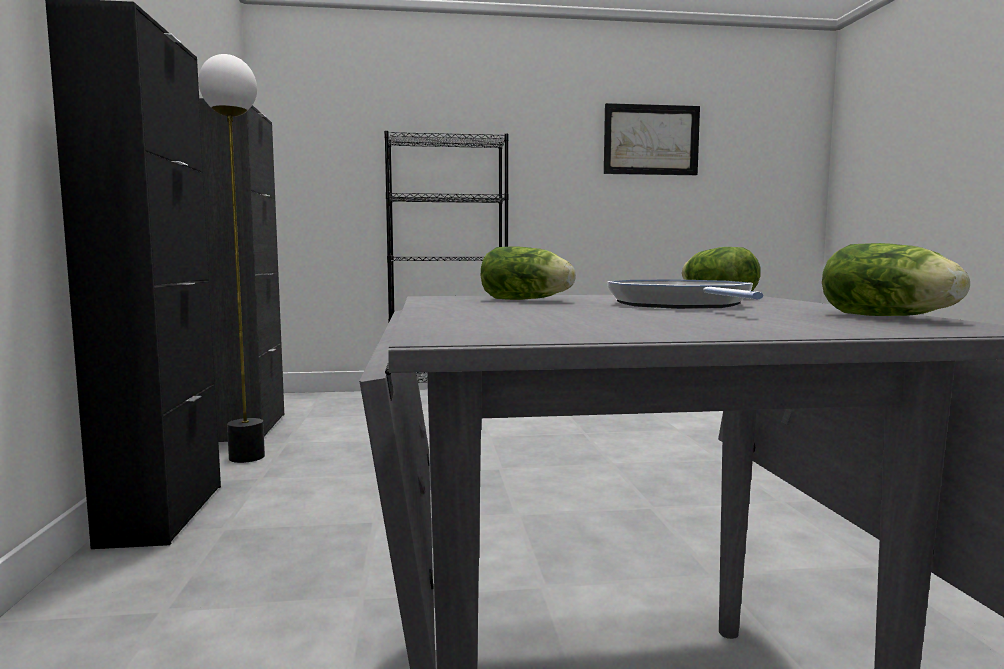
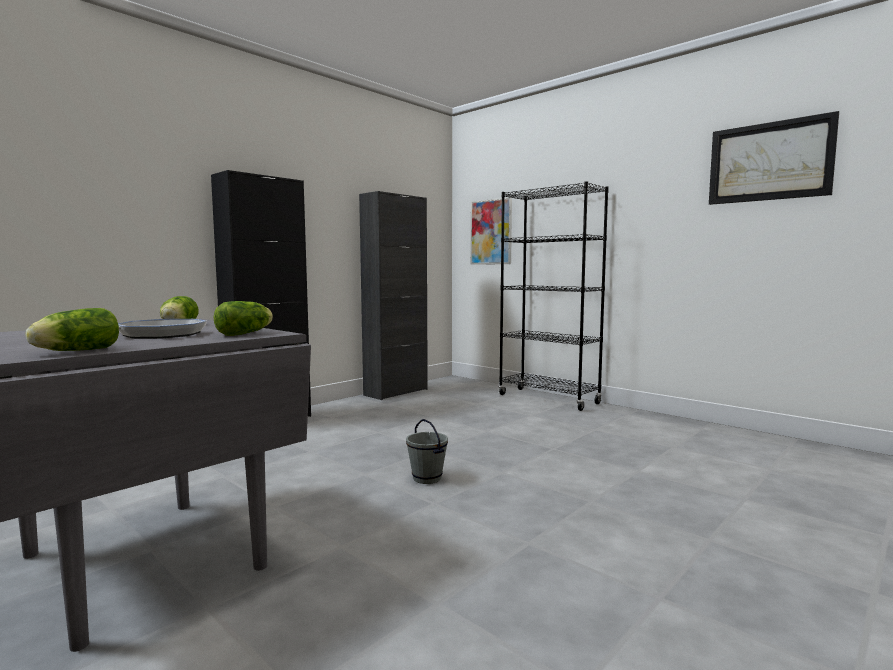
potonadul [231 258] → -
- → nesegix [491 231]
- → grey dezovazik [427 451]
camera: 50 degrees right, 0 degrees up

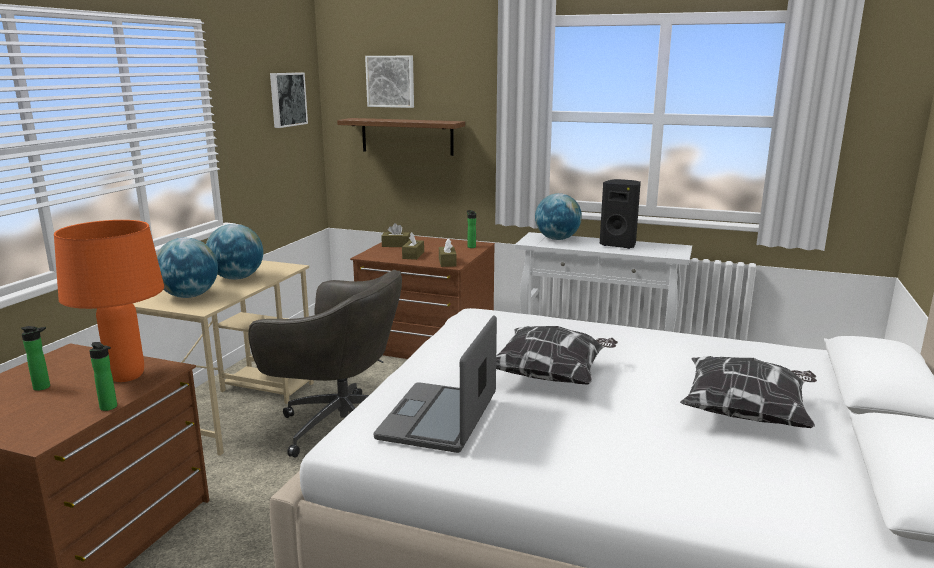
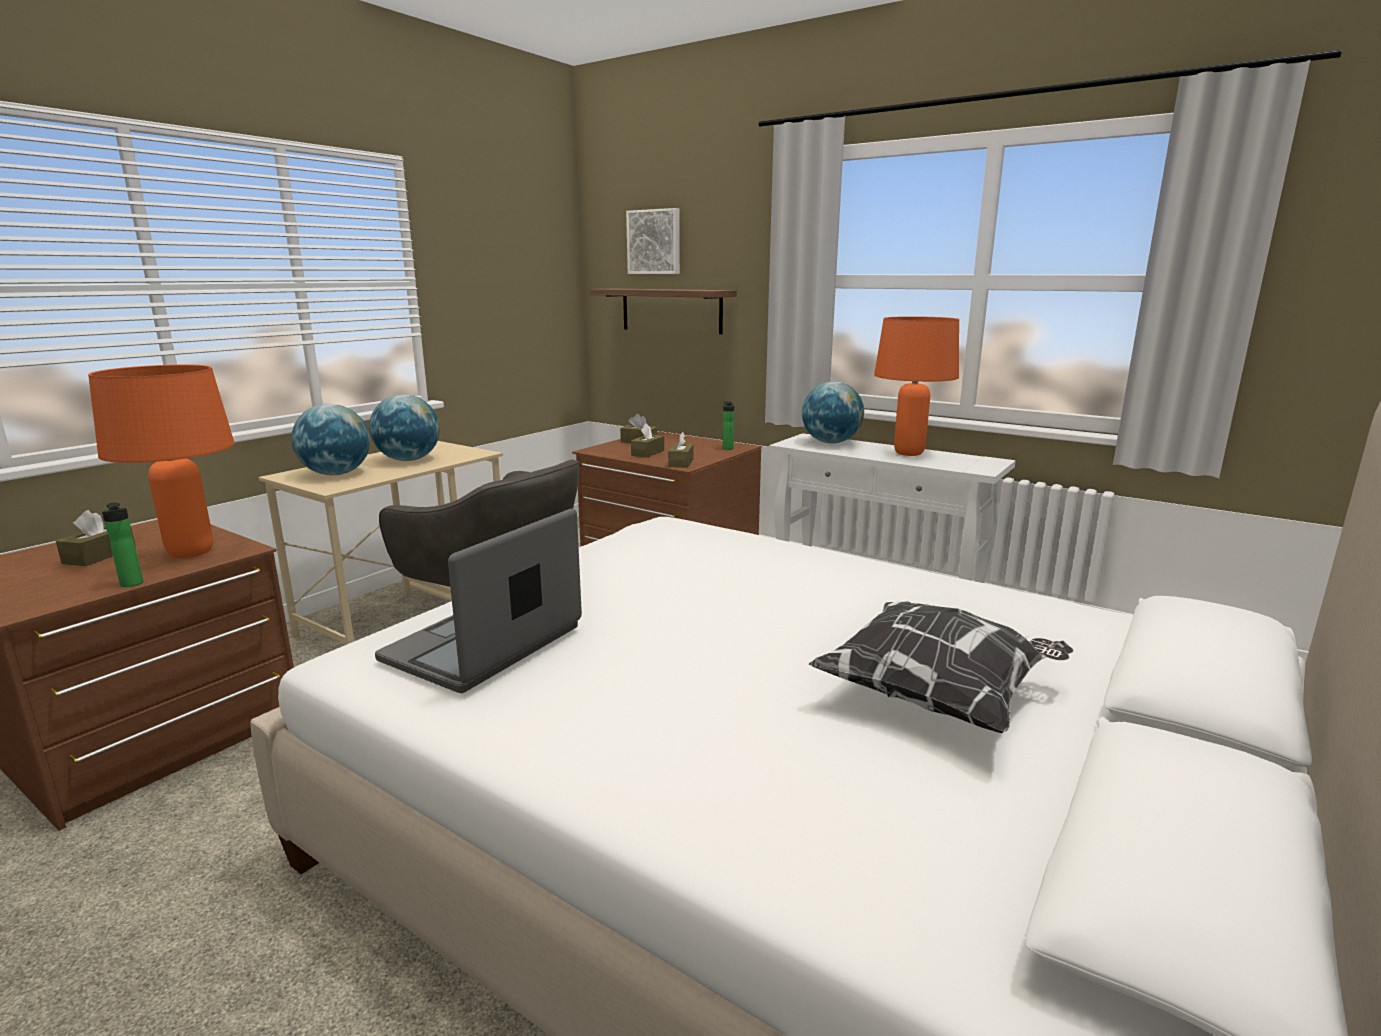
nesegix [289 100] → -
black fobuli [620 214] → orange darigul [916 386]
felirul [35 358] → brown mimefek [96 538]
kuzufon [557 355] → -
camera: 15 degrees right, 0 degrees up

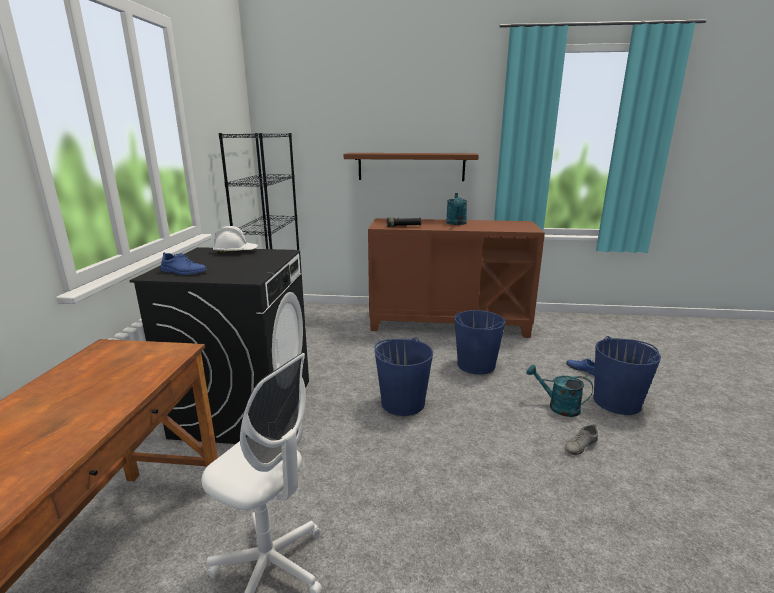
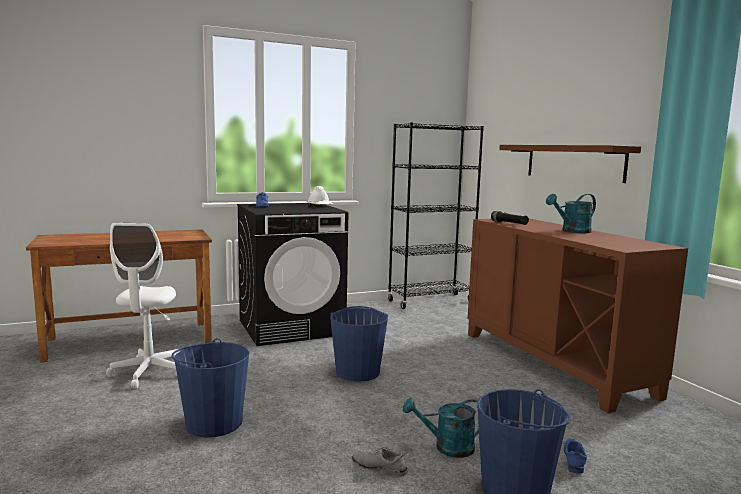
blue dezovazik [480 342] → blue dezovazik [210 387], shifted
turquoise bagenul [559 391] → turquoise bagenul [441 428], 90 degrees counterclockwise
camera: 60 degrees right, 10 degrees down

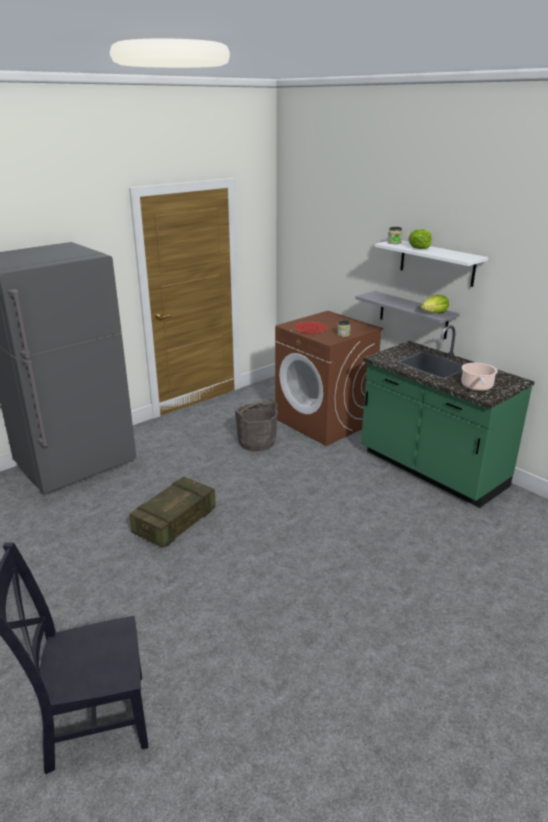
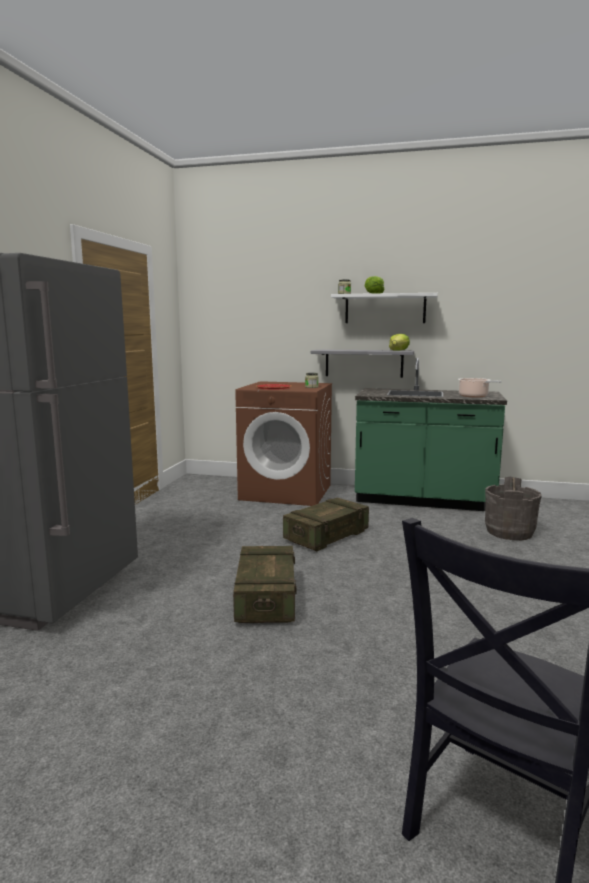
grey dezovazik [256 425] → grey dezovazik [513 508], shifted
- → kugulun [326 524]
camera: 35 degrees left, 15 degrees down

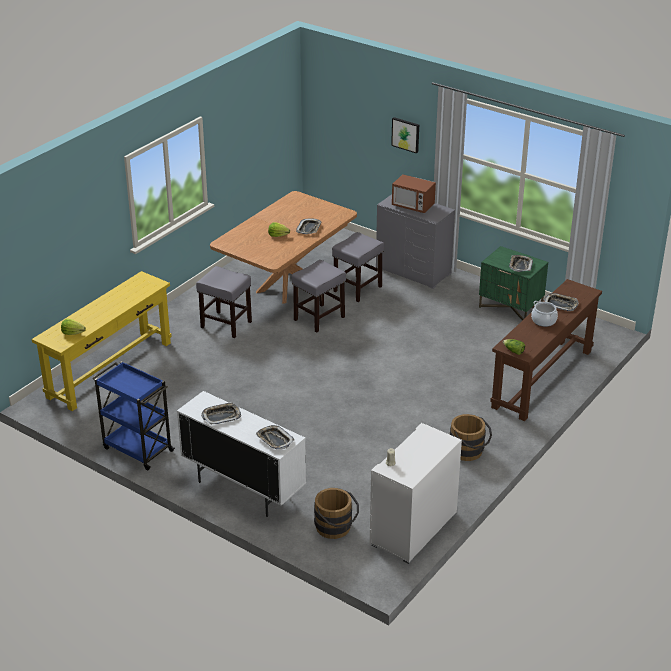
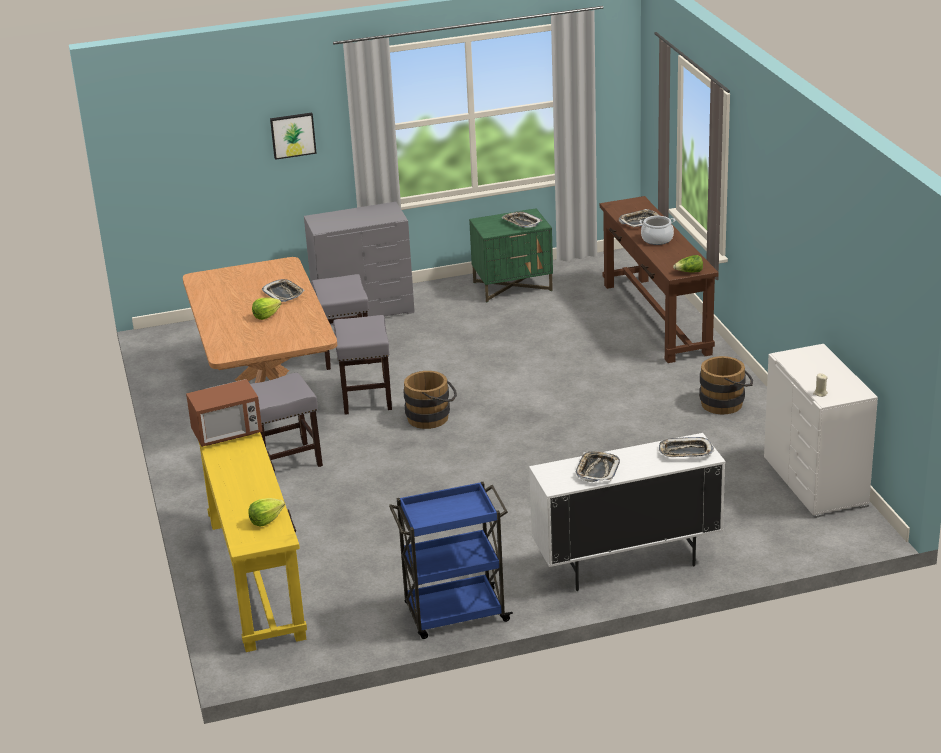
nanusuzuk [414 193] → nanusuzuk [224 413], shifted
brown dezovazik [336 513] → brown dezovazik [430 400], shifted
camera: 50 degrees left, 5 degrees down

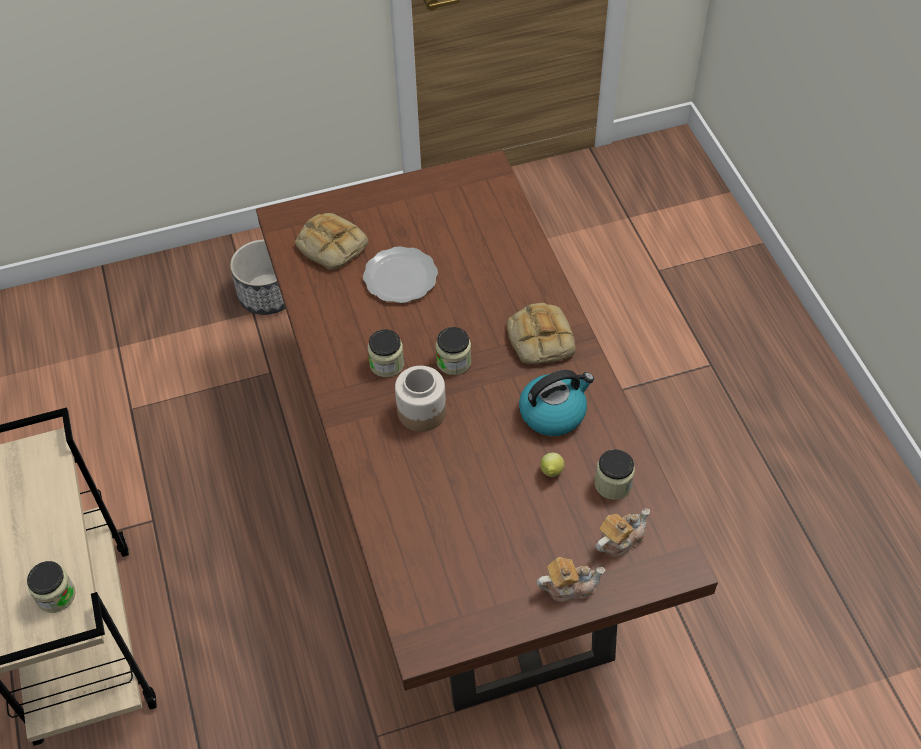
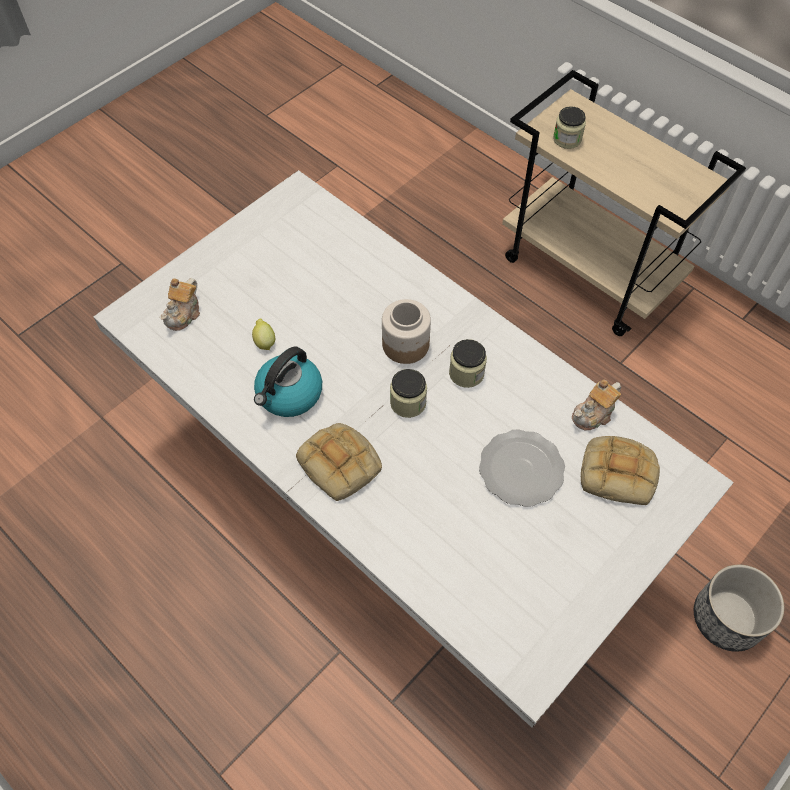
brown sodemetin [487 430] → white sodemetin [414 449]
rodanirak [615 474] → -
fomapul [571 579] → fomapul [596 405], shifted
camera: 150 degrees right, 5 degrees up

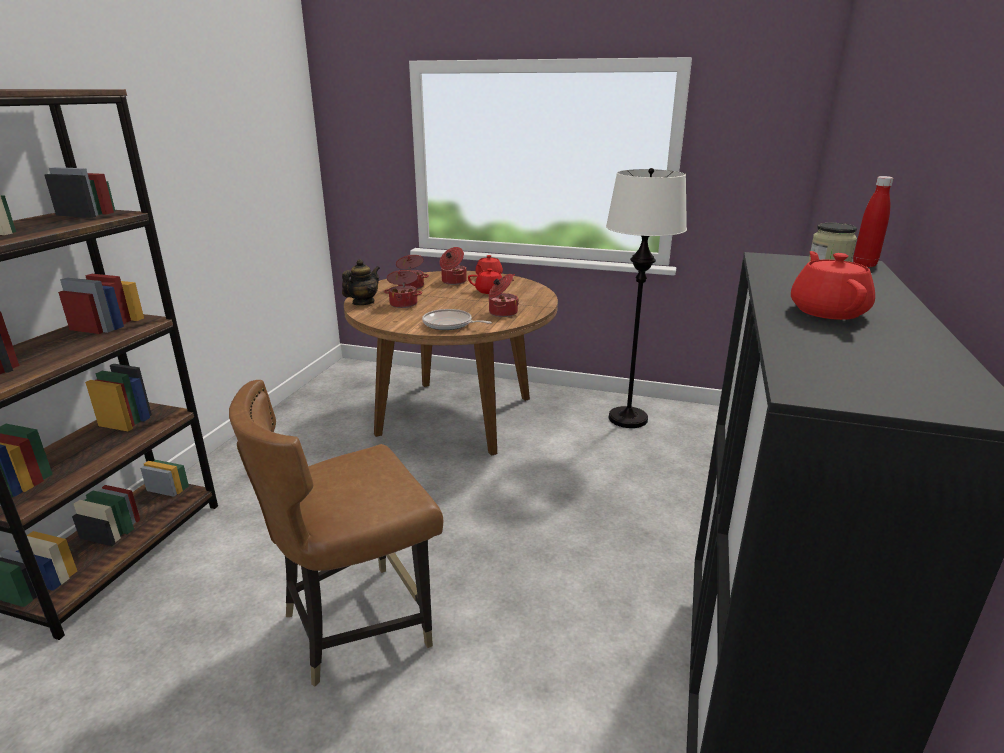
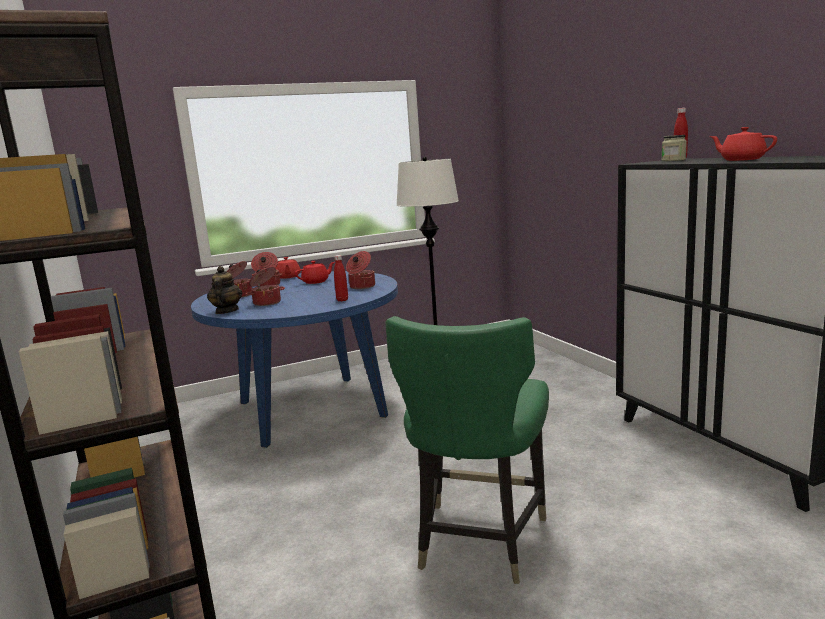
brown sodemetin [451 363] → blue sodemetin [294 359]
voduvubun [457 319] → red felirul [341 278]
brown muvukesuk [336 533] → green muvukesuk [467 450]
camera: 40 degrees left, 10 degrees down

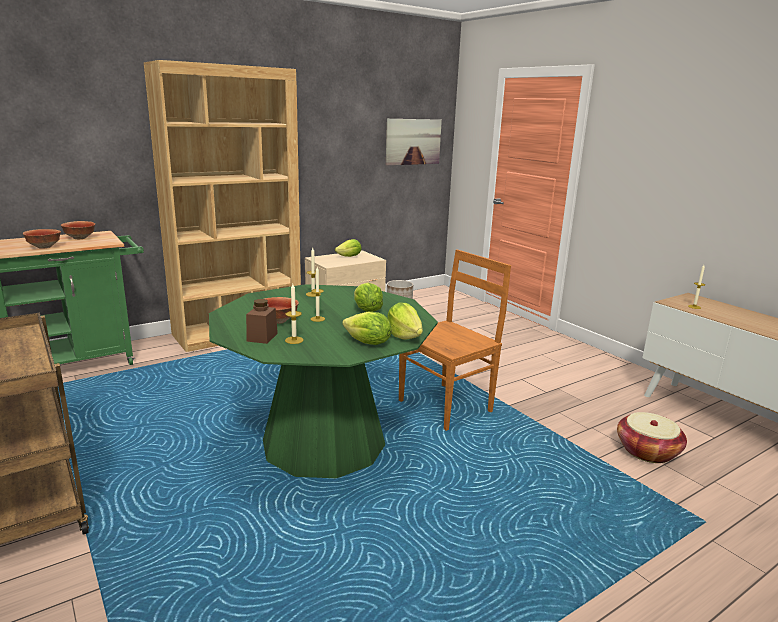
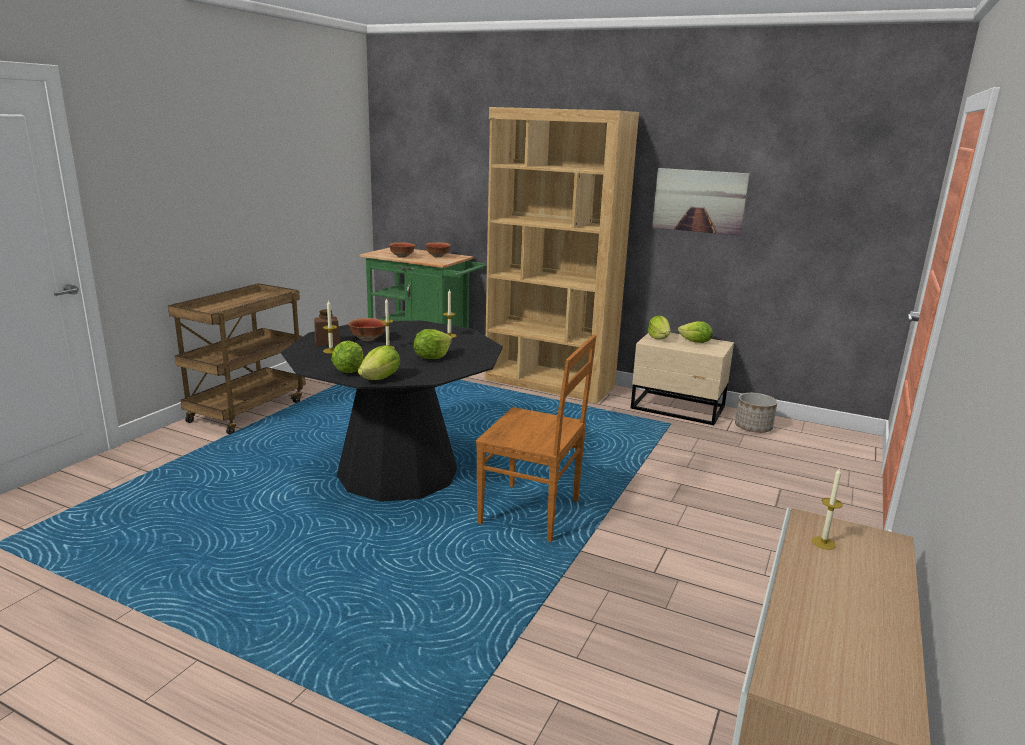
nesegix [414 142] → nesegix [700 202], shifted
green sodemetin [323 381] → black sodemetin [392 411]
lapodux [652 437] → -
- → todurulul [659 327]
camera: 60 degrees right, 0 degrees up

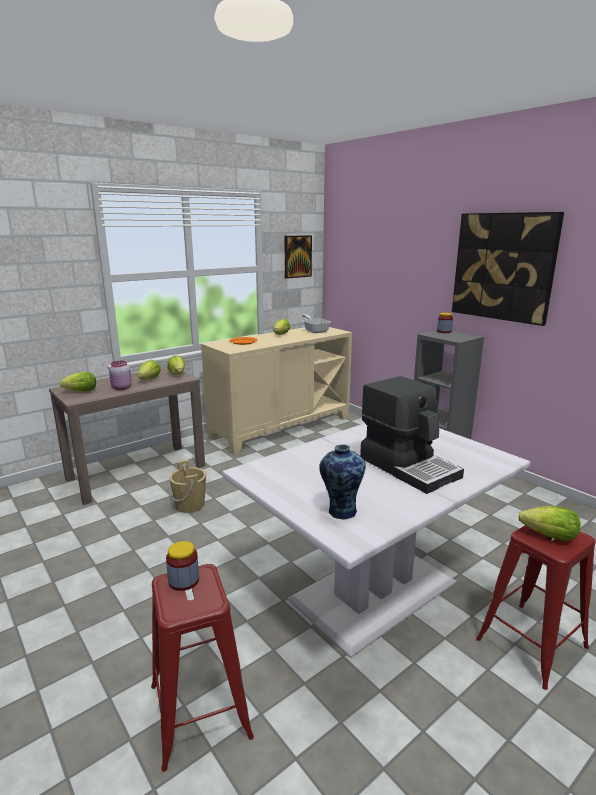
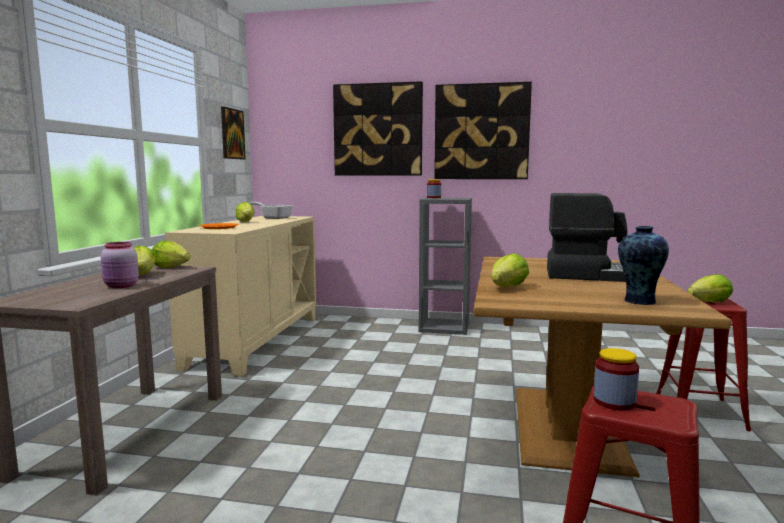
todurulul [78 381] → todurulul [510 270], shifted
white sodemetin [376 540] → brown sodemetin [602 367]
beige dezovazik [187 486] → -
- → nesegix [378 128]
camera: 40 degrees left, 10 degrees down

